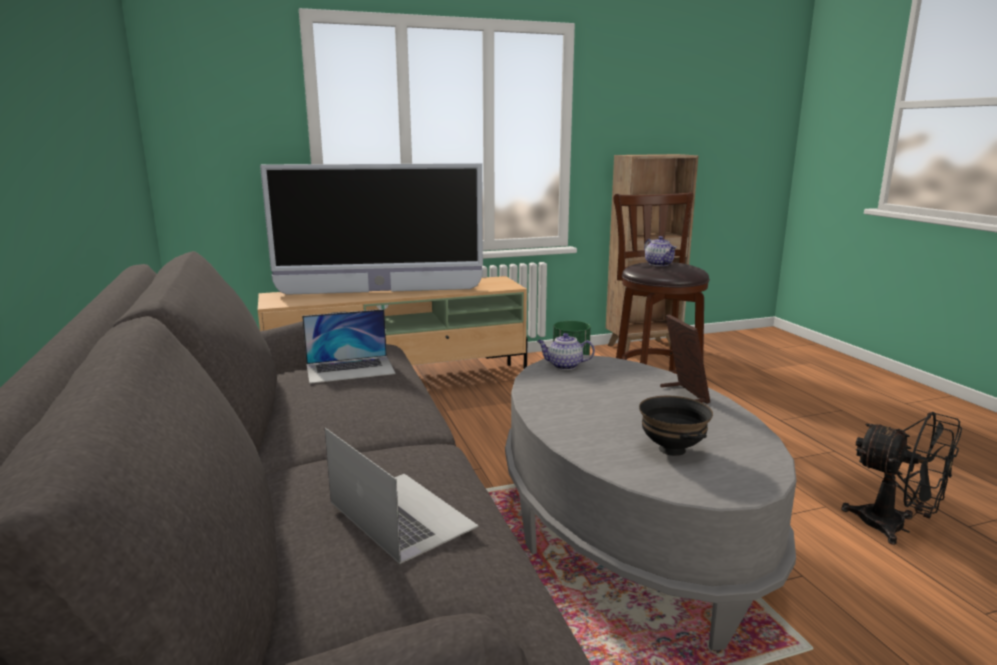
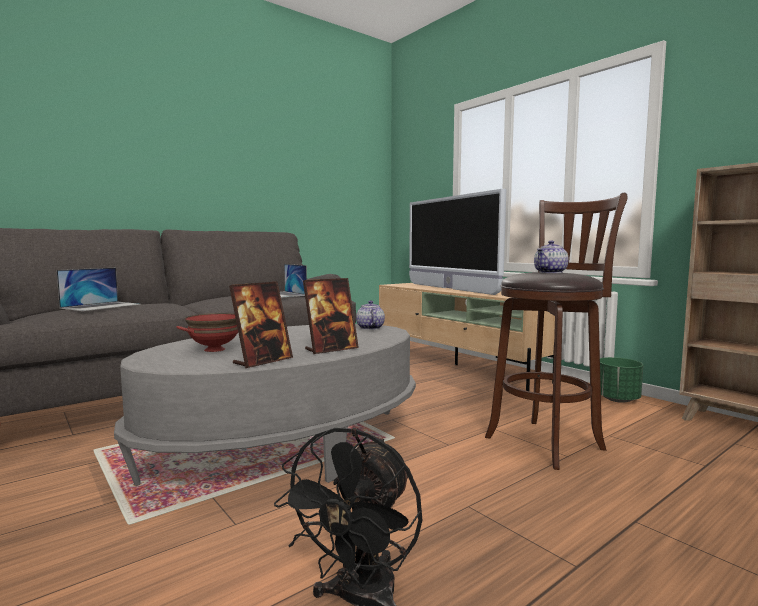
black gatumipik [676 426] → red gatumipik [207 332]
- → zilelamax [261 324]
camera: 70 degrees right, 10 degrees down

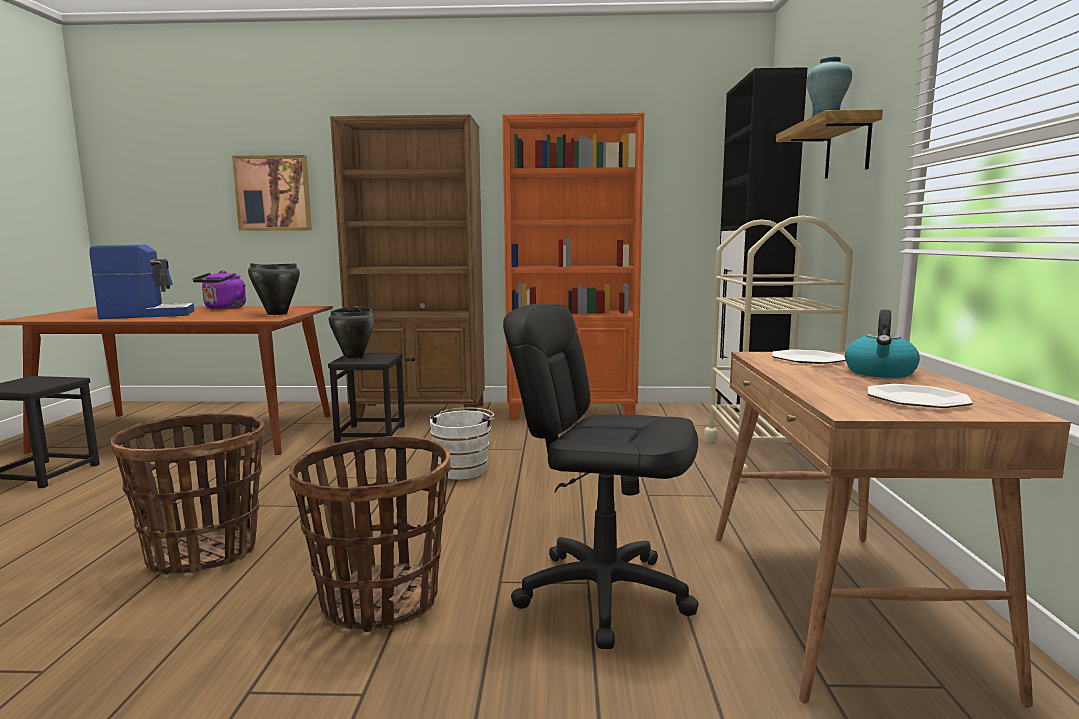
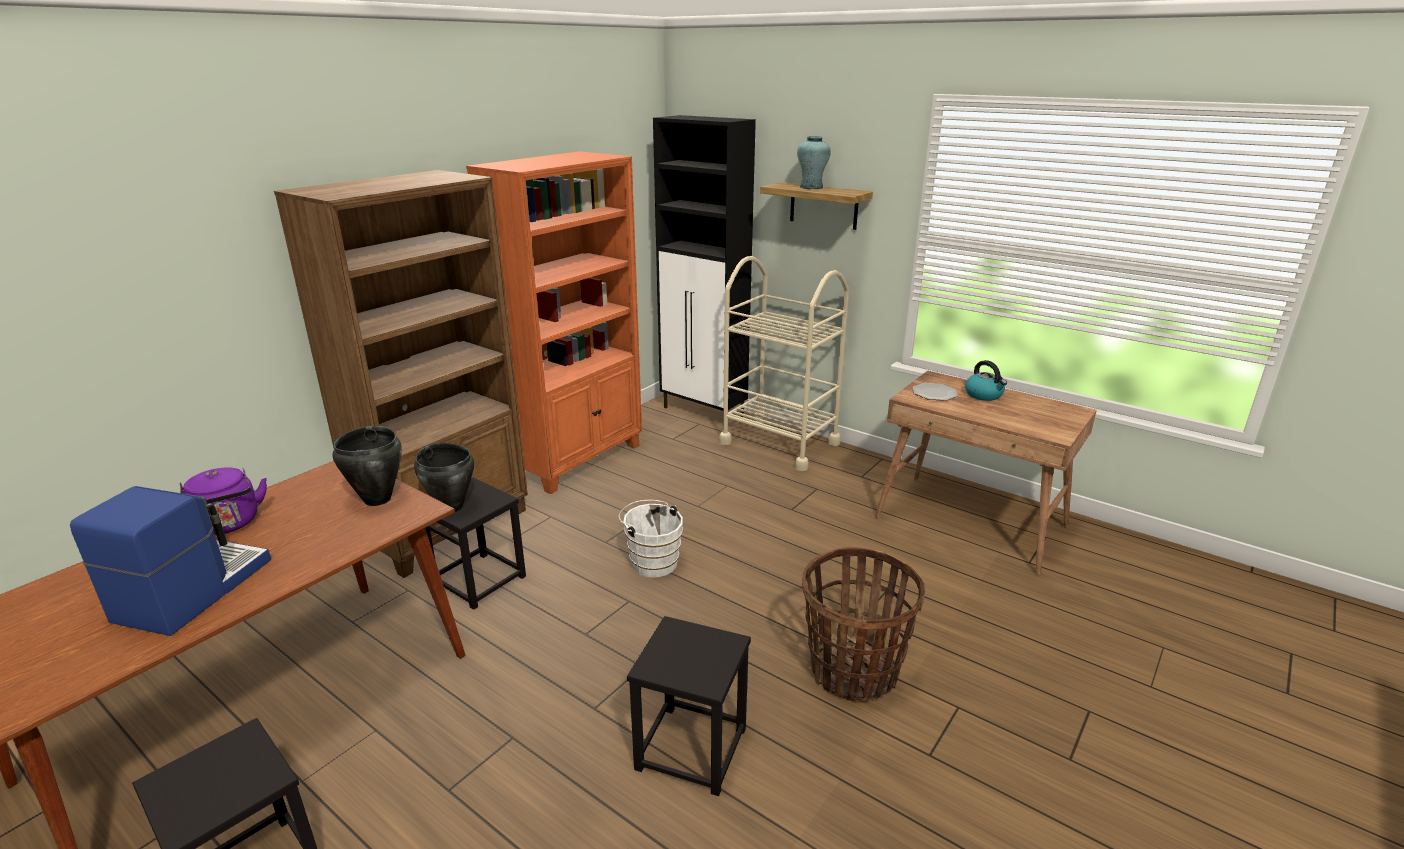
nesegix [272 193] → -
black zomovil [601 476] → -
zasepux [920 396] → -
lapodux [187 494] → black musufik [689 706]
camera: 55 degrees left, 15 degrees up

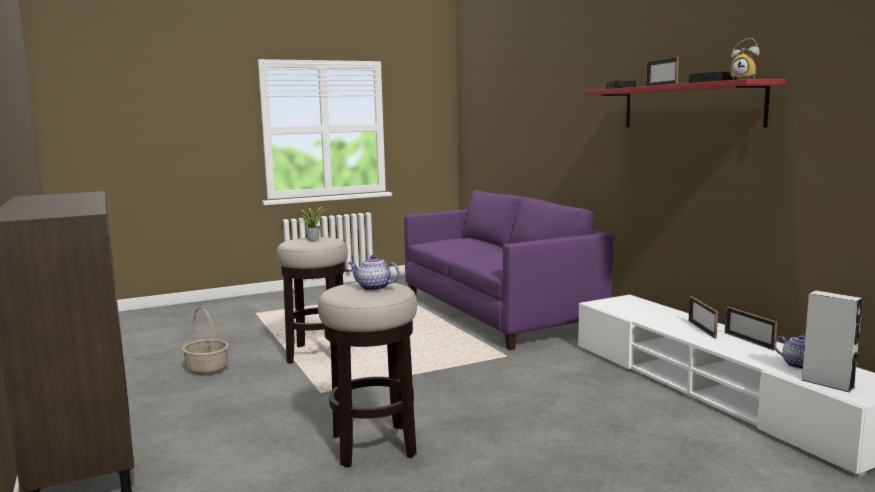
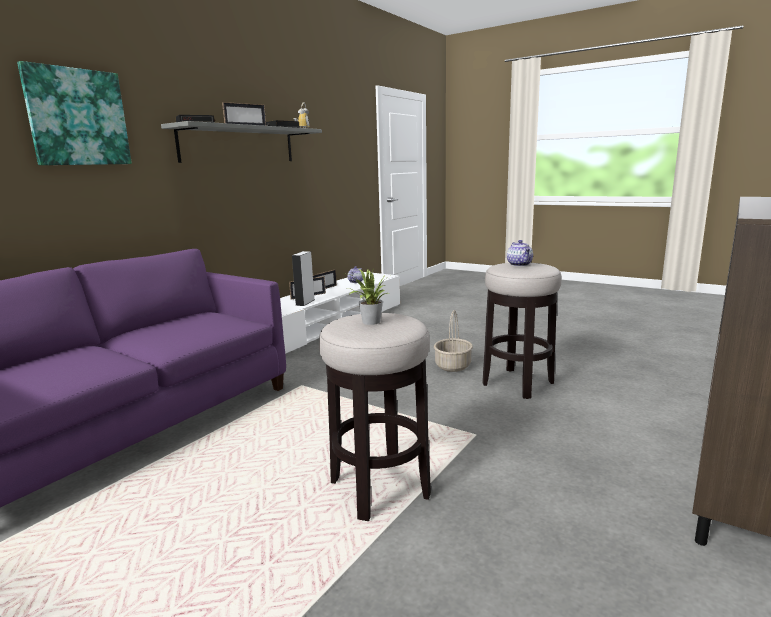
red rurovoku [685 103] → grey rurovoku [241 142]
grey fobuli [832 341] → grey fobuli [303 278], shifted
lapodux [205 341] → lapodux [453 341], shifted
- → nesegix [74 113]
camera: 120 degrees left, 5 degrees up

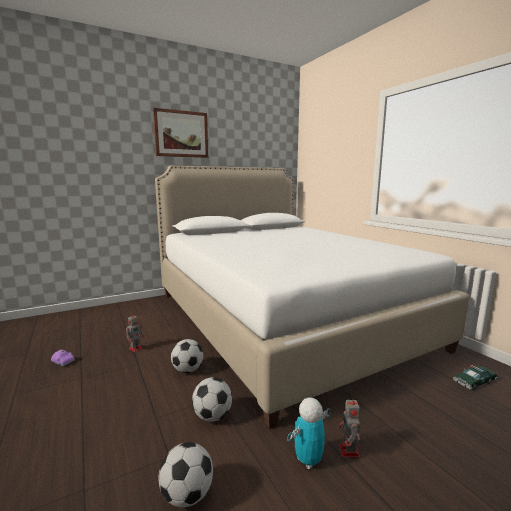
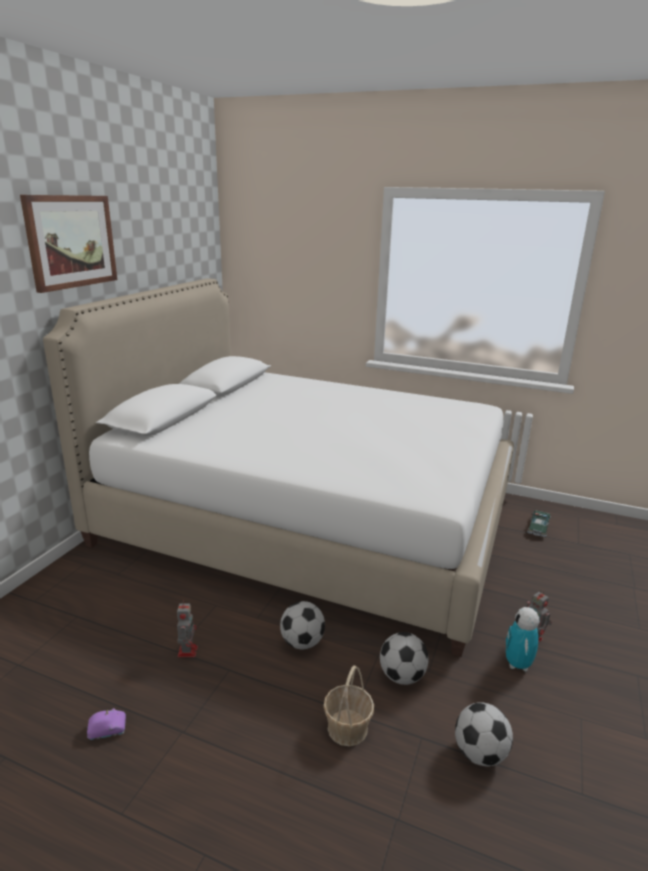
- → lapodux [348 706]
camera: 40 degrees left, 10 degrees up

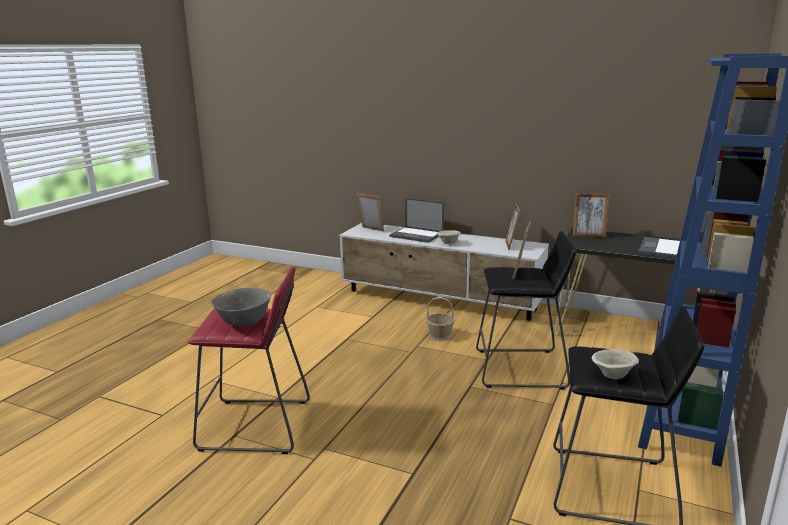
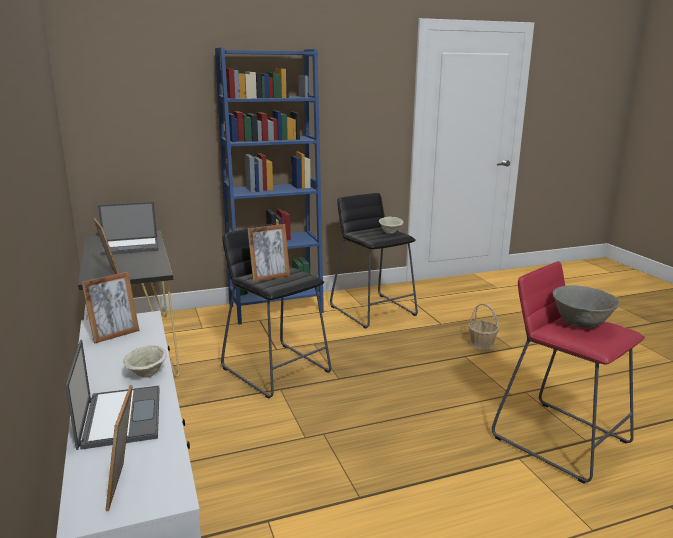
lapodux [440 319] → lapodux [483 326], shifted
camera: 135 degrees left, 0 degrees up

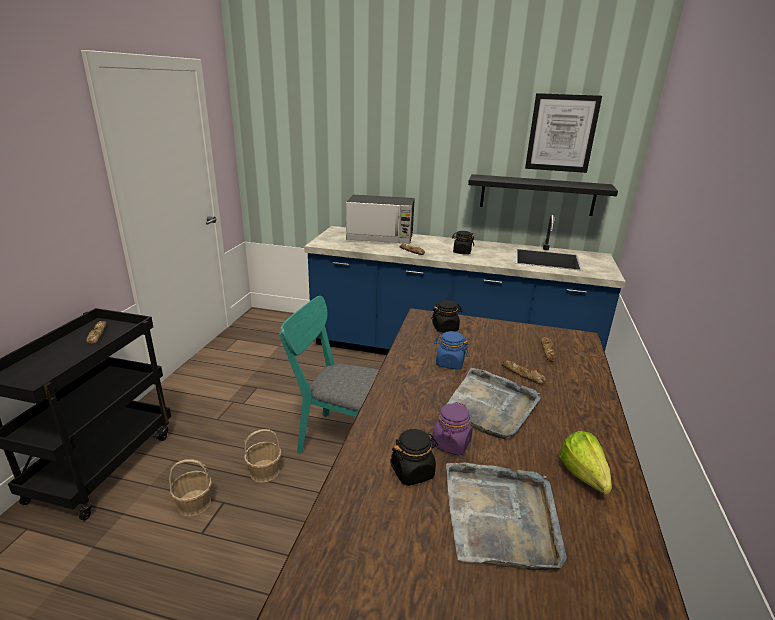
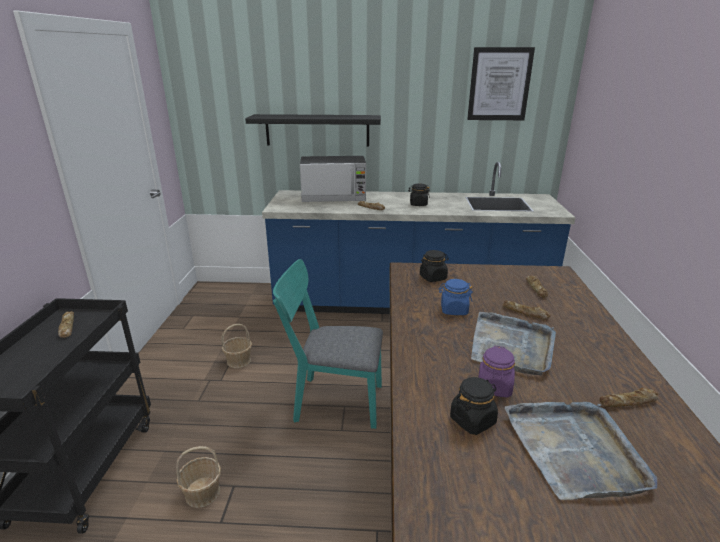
black rurovoku [543 195] → black rurovoku [313 130], shifted
lapodux [262 456] → lapodux [236 346], shifted
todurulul [585 462] → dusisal [628 397]
camera: 10 degrees left, 0 degrees up

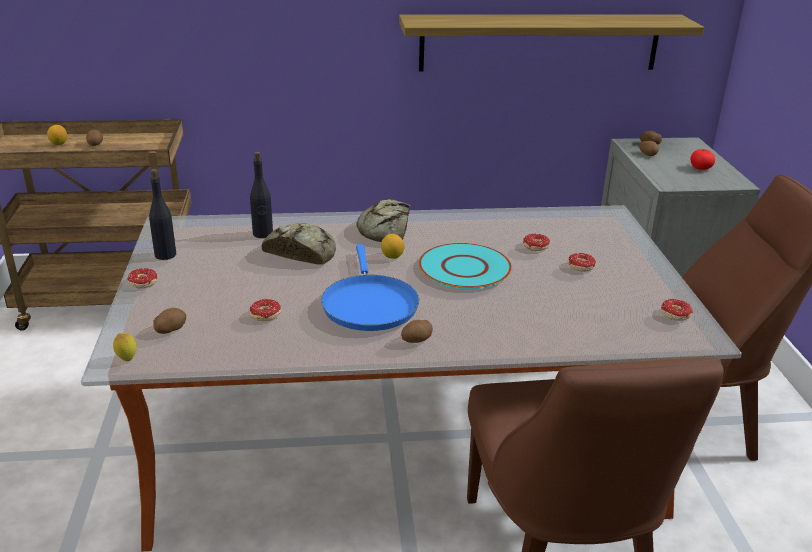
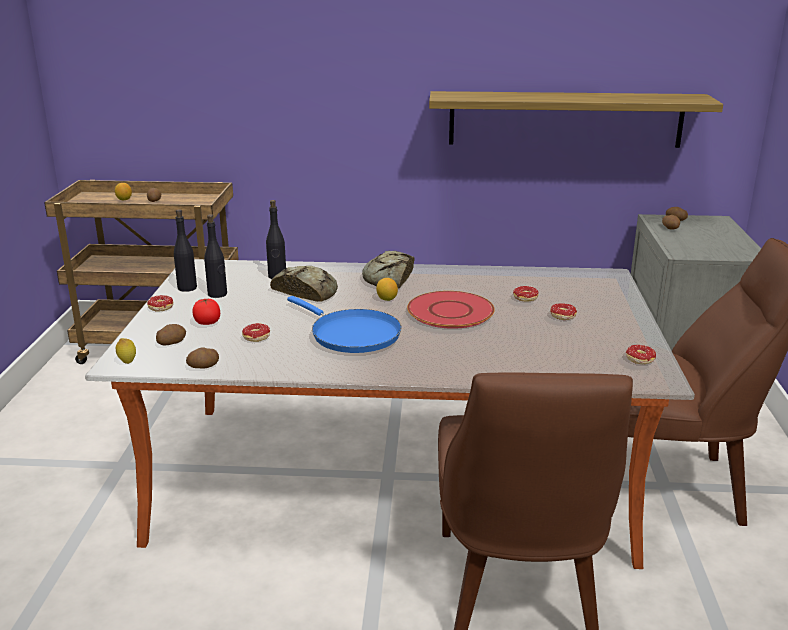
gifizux [702 159] → gifizux [206 311], shifted
turquoise zasepux [465 266] → red zasepux [451 310]
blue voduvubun [370 287] → blue voduvubun [344 324], 45 degrees counterclockwise
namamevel [417 331] → namamevel [202 358], shifted
- → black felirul [215 256]
camera: 10 degrees right, 5 degrees down

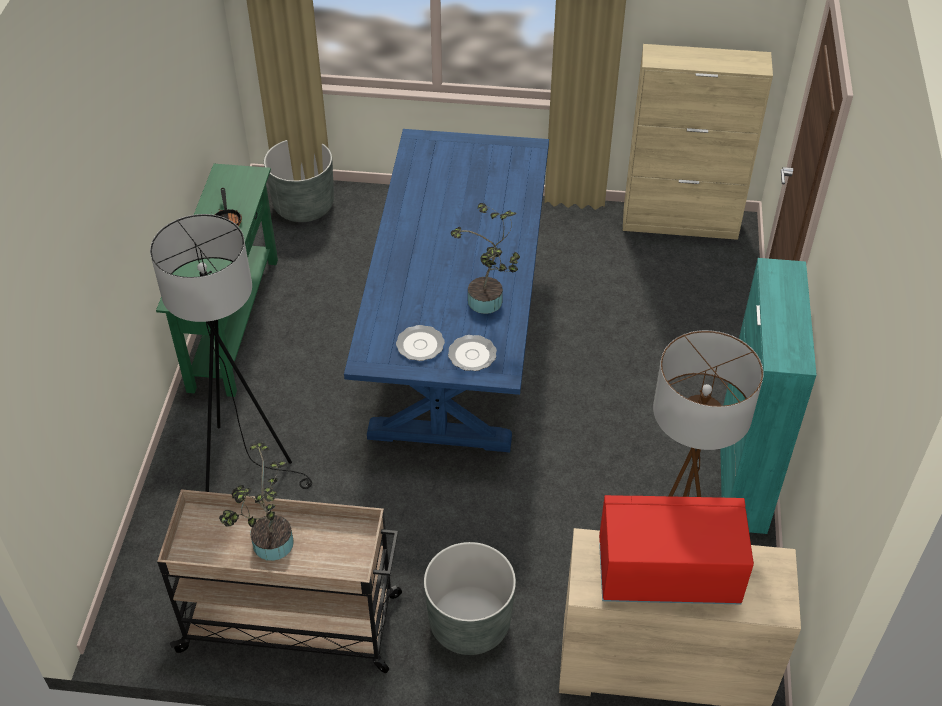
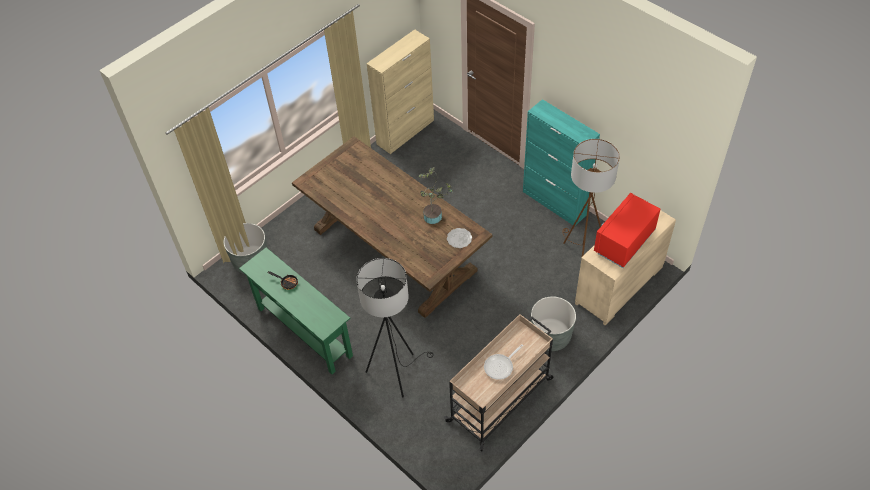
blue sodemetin [446 290] → brown sodemetin [392 227]
zasepux [420 343] → -
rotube [256 502] → voduvubun [504 362]
camera: 50 degrees left, 5 degrees up

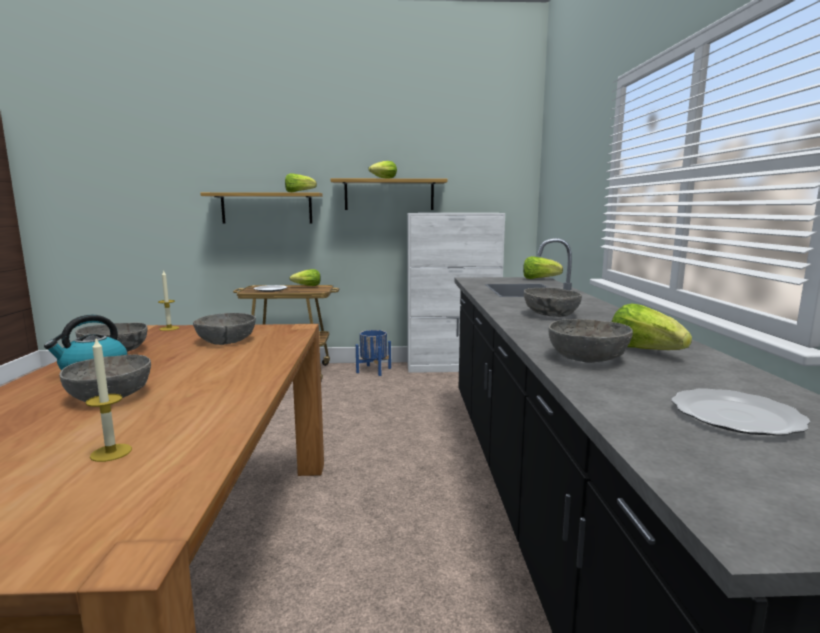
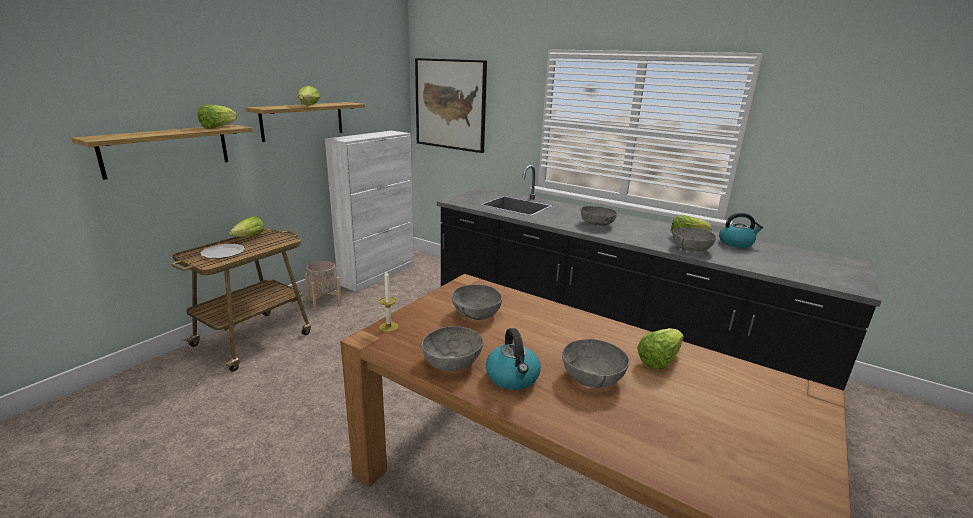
todurulul [543 267] → todurulul [660 349], shifted
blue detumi [373 353] → beige detumi [323 285]
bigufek [108 400] → -
zasepux [741 412] → -
- → nesegix [451 105]
- → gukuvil [741 230]
camera: 55 degrees left, 10 degrees up

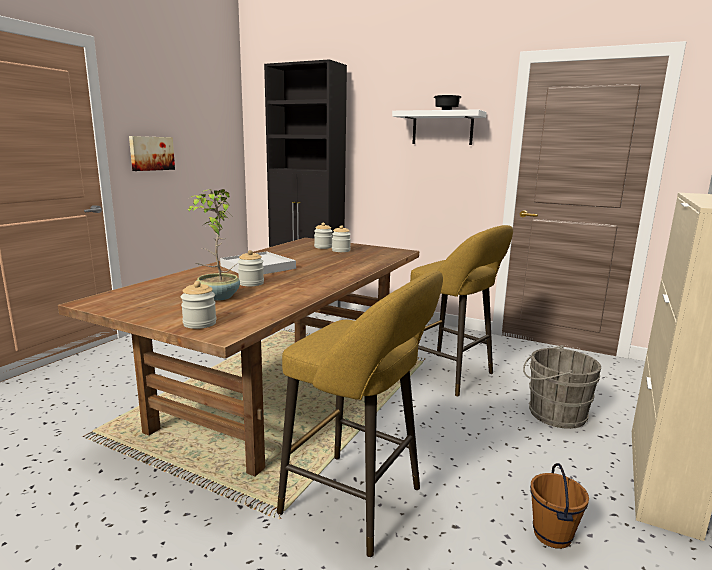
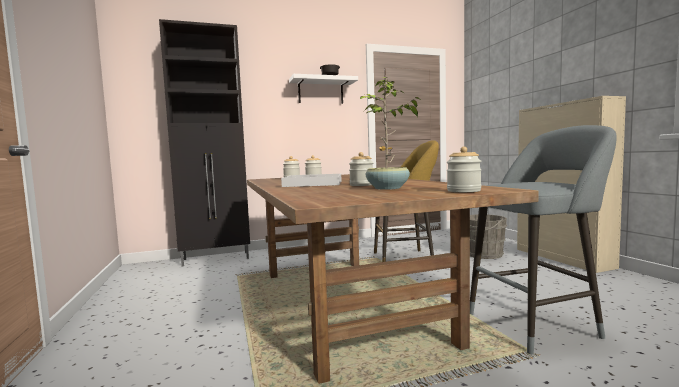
nesegix [152 153] → -
yellow musufik [360 414] → grey musufik [543 239]
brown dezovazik [559 506] → -
camera: 45 degrees left, 10 degrees down

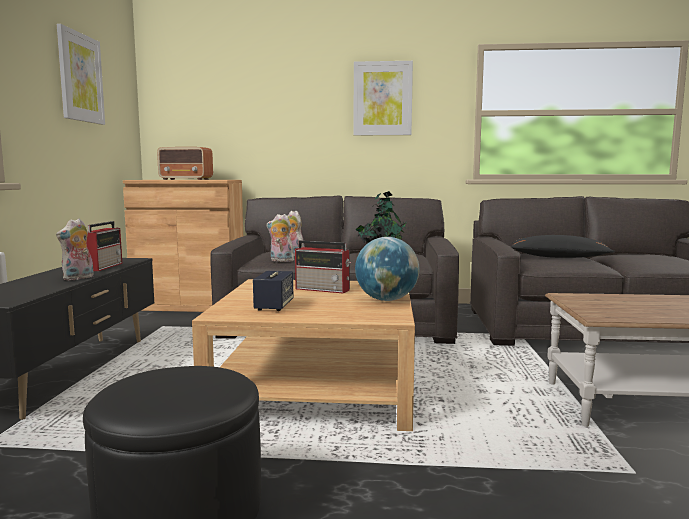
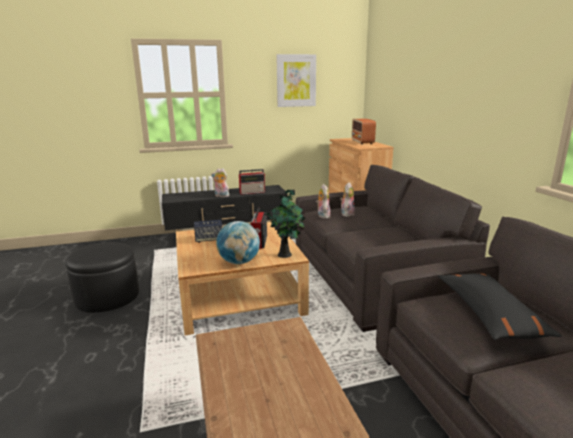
nesegix [383 98] → -
camera: 70 degrees right, 10 degrees up

